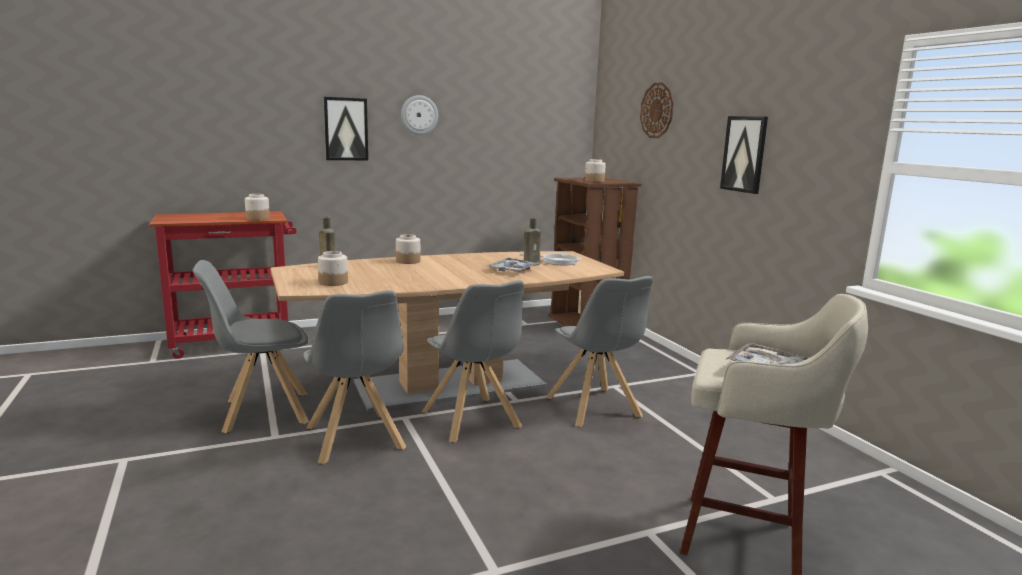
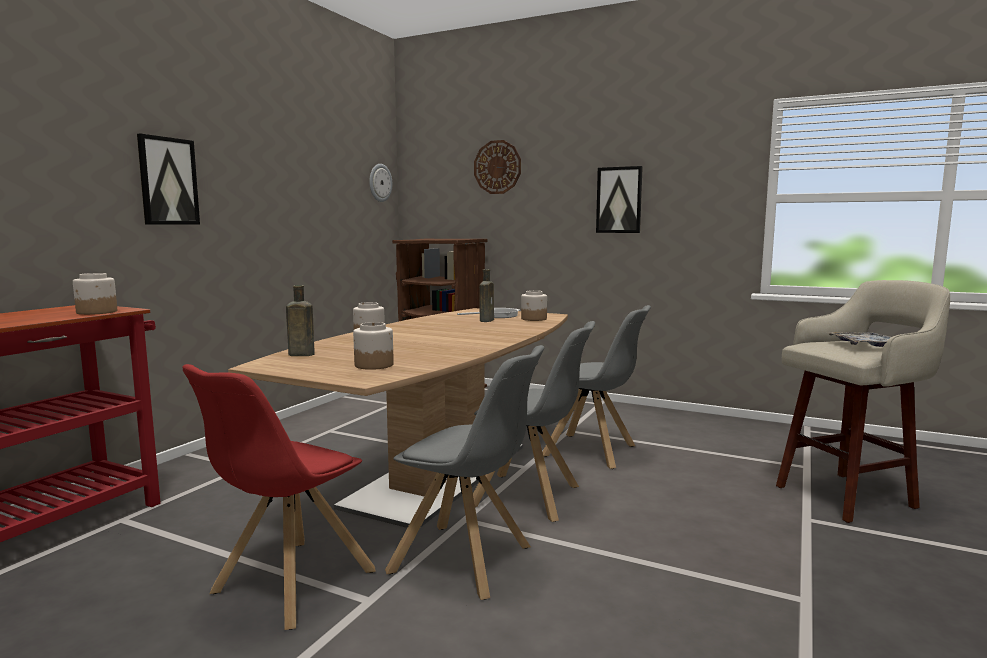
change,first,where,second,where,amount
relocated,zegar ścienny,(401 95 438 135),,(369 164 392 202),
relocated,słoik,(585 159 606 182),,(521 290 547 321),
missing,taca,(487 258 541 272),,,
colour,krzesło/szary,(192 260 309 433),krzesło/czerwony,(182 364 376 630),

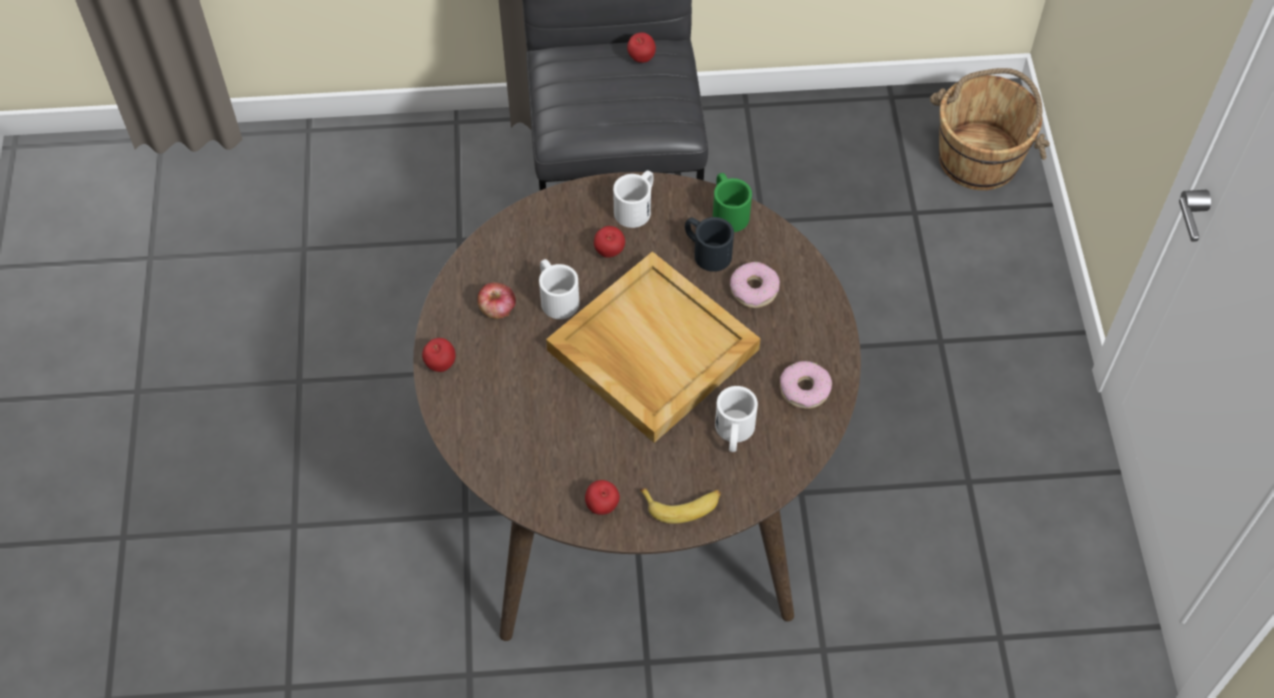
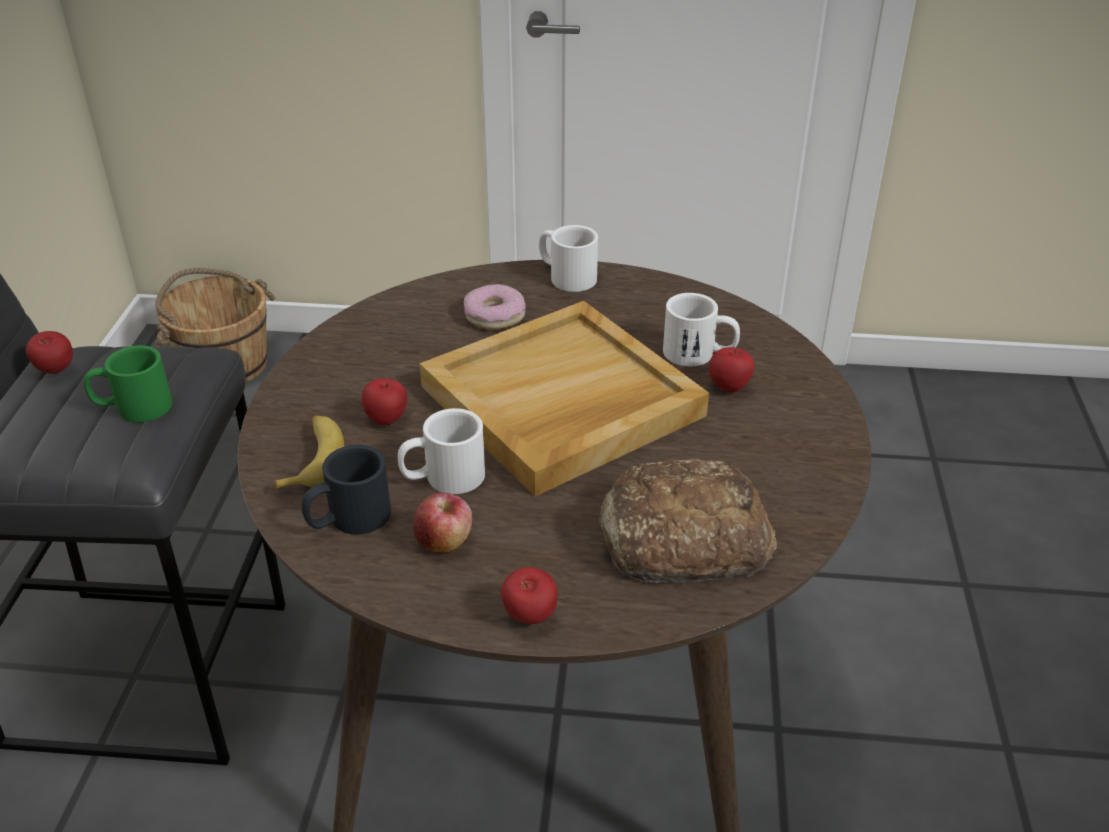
change,first,where,second,where,amount
relocated,kubek/biały,(613 170 653 228),,(539 225 598 292),
relocated,kubek/zielony,(713 173 752 232),,(84 345 172 422),
relocated,kubek/czarny,(685 217 734 272),,(301 445 391 534),
missing,donut,(780 361 832 409),,,
relocated,jabłko,(585 480 620 515),,(709 347 754 392),
relocated,banan,(640 488 721 524),,(273 415 344 490),
appeared,,,chleb,(599 459 777 583),

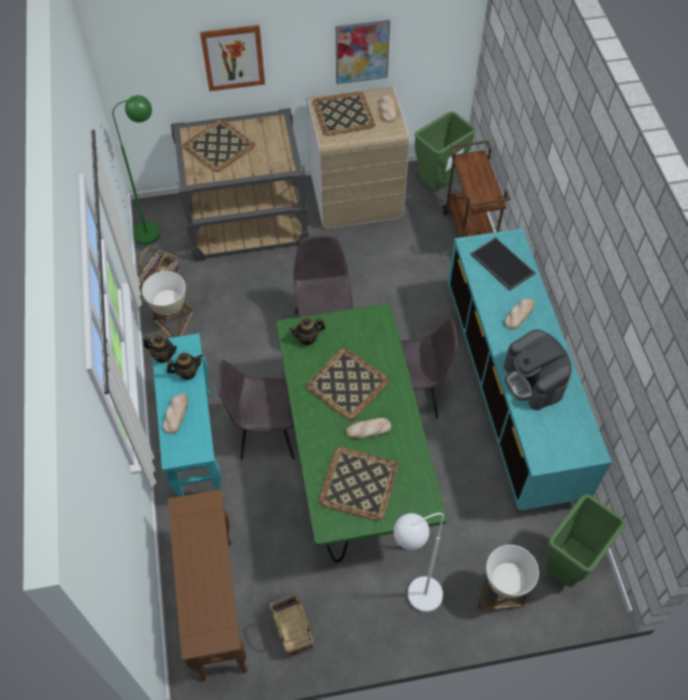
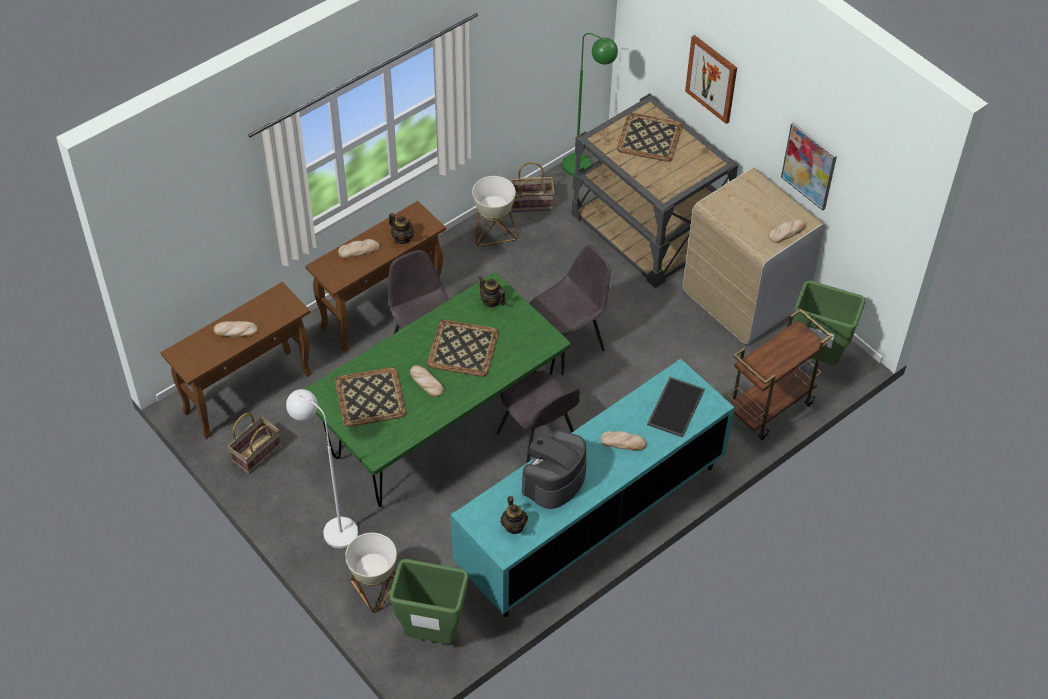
change,first,where,second,where,amount
missing,taca,(313 91 375 136),,,
colour,stolik konsolowy/turkusowy,(151 334 223 498),stolik konsolowy/brązowy,(305 201 446 352),
relocated,imbryk,(143 336 177 363),,(500 496 528 534),
appeared,,,chleb,(213 321 258 337),

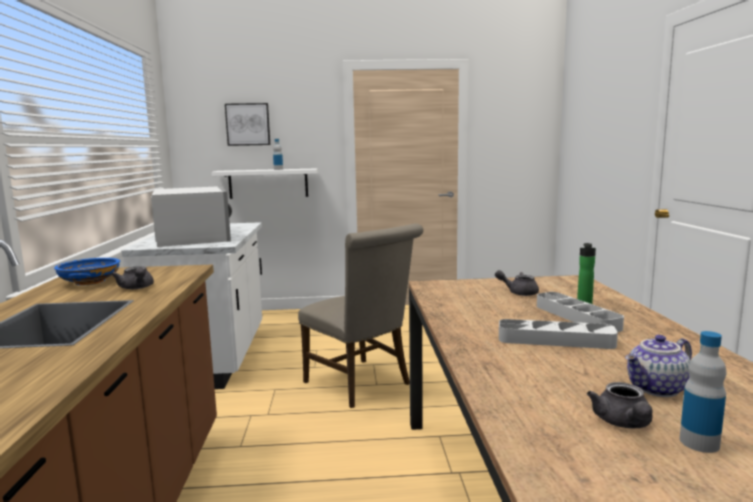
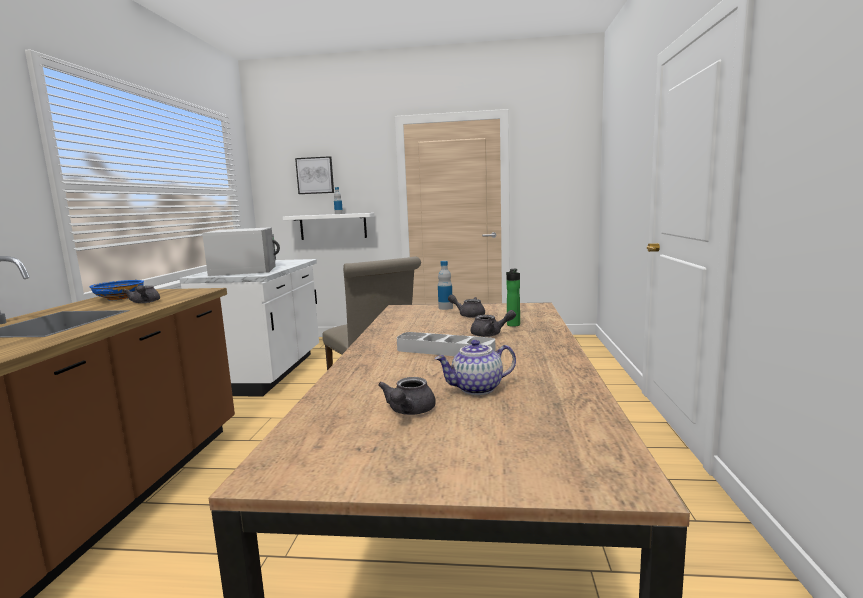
change,first,where,second,where,amount
exchanged,taca/szary,(537 292 624 332),imbryk/szary,(471 310 516 337),
relocated,butelka,(680 331 727 453),,(438 261 453 310),

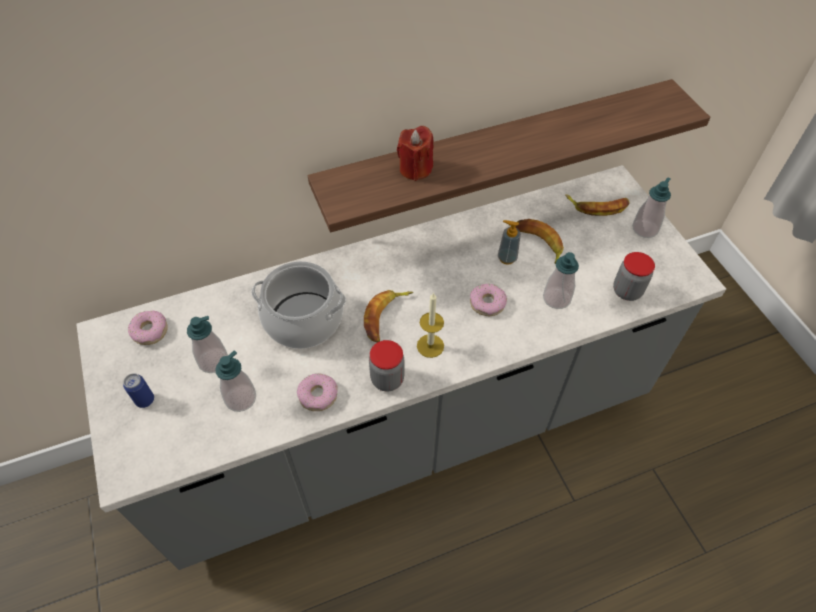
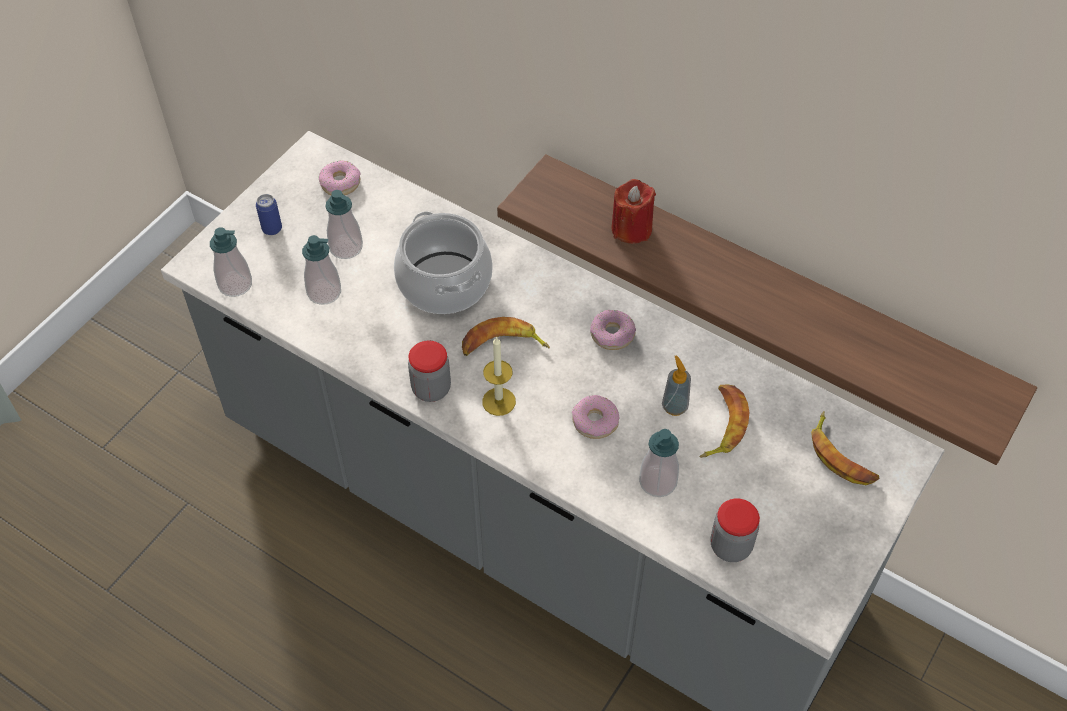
change,first,where,second,where,amount
relocated,dozownik mydła,(632 178 671 238),,(210 227 252 297),
relocated,donut,(297 373 338 411),,(590 310 636 350),

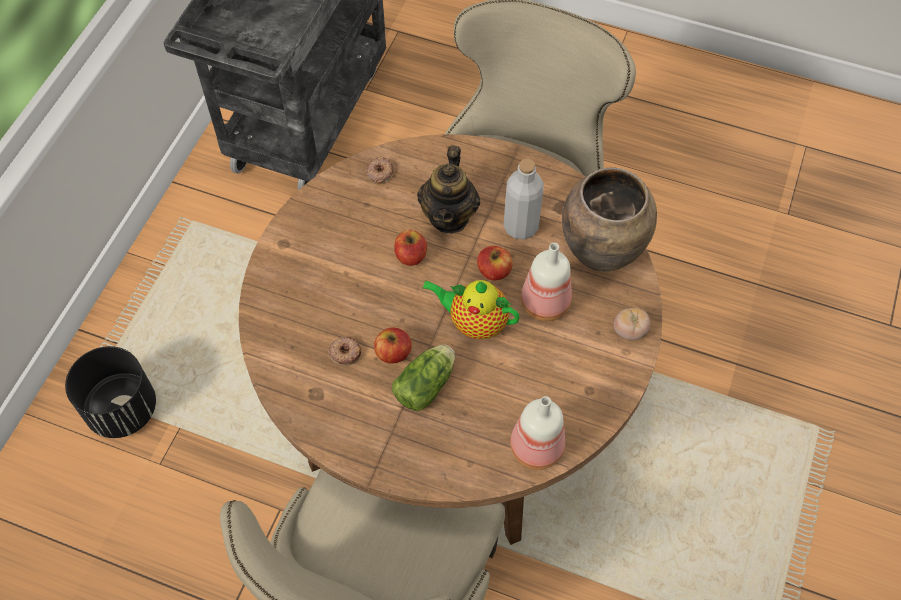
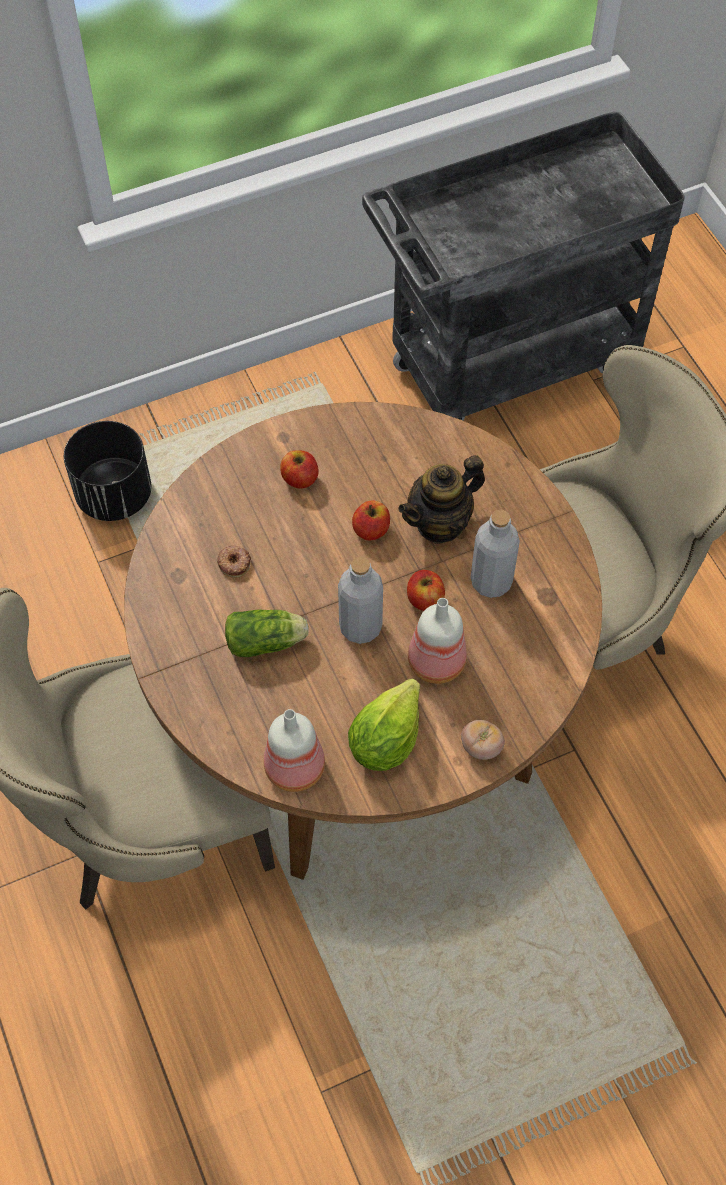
change,first,where,second,where,amount
missing,donut,(366 157 394 184),,,
missing,wazon/brązowy,(562 168 657 272),,,
exchanged,imbryk,(422 280 520 340),butelka/szary,(338 557 383 644),
relocated,jabłko,(374 327 412 363),,(280 450 319 489),
appeared,,,sałata,(348 679 420 771),

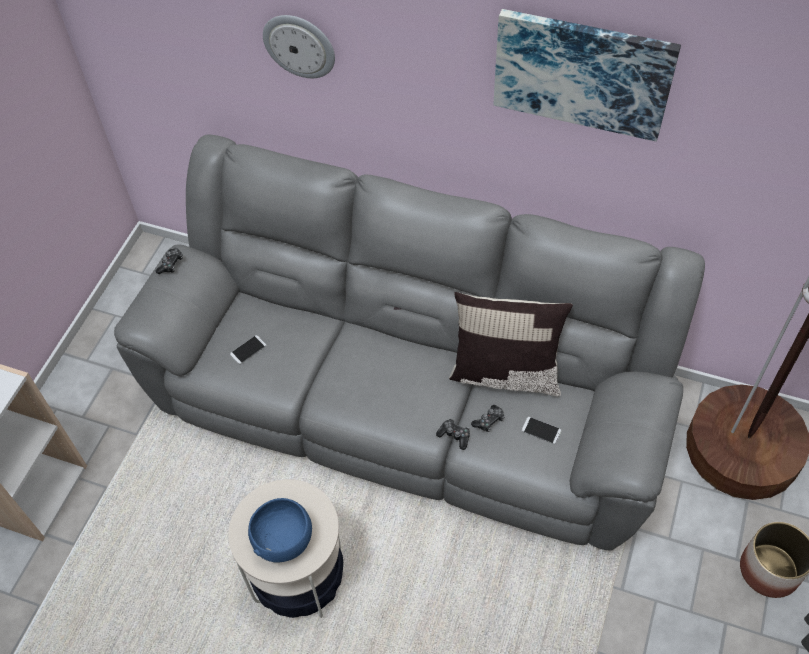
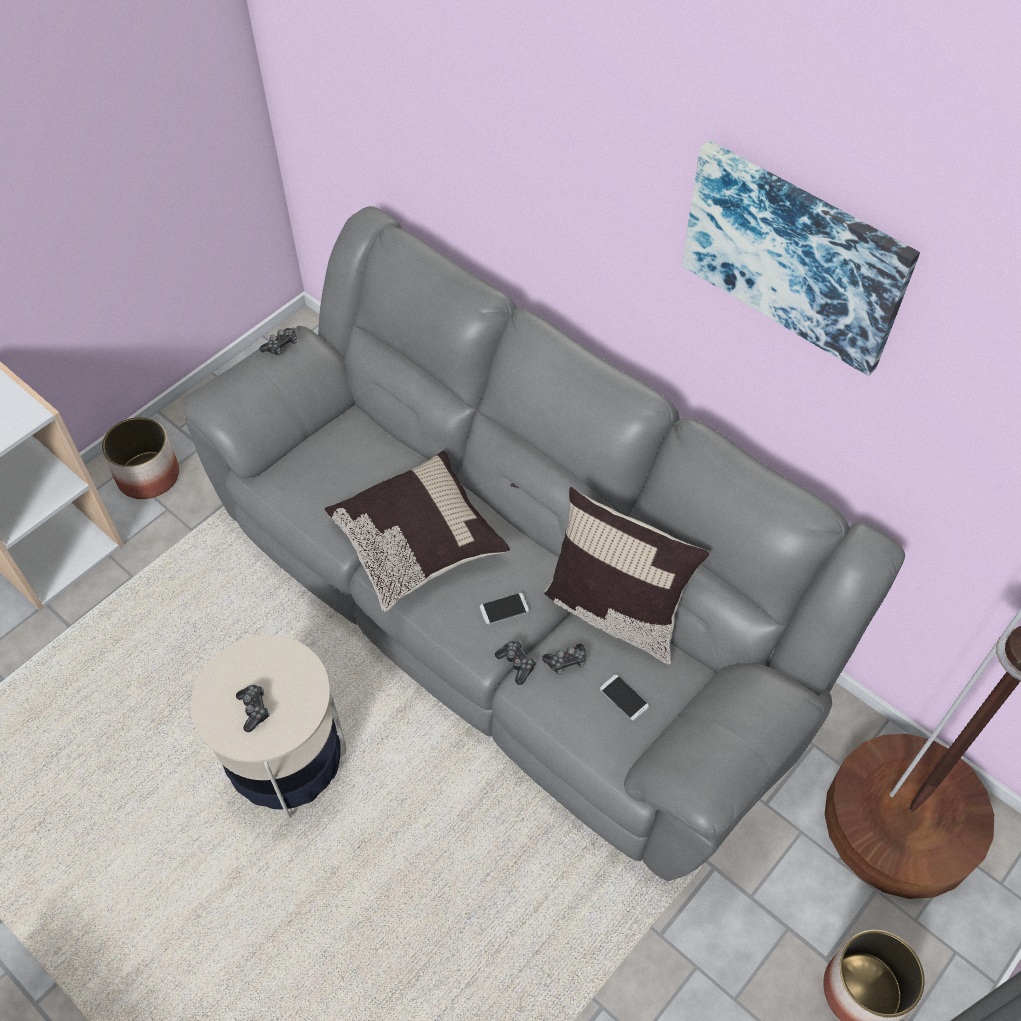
change,first,where,second,where,amount
missing,zegar ścienny,(263 15 335 78),,,
relocated,telefon,(230 335 267 364),,(480 593 529 624),
exchanged,miska/niebieski,(248 498 312 563),pad do gier,(236 685 269 732),
appeared,,,donica,(102 417 179 499),
appeared,,,poduszka,(325 450 510 612),

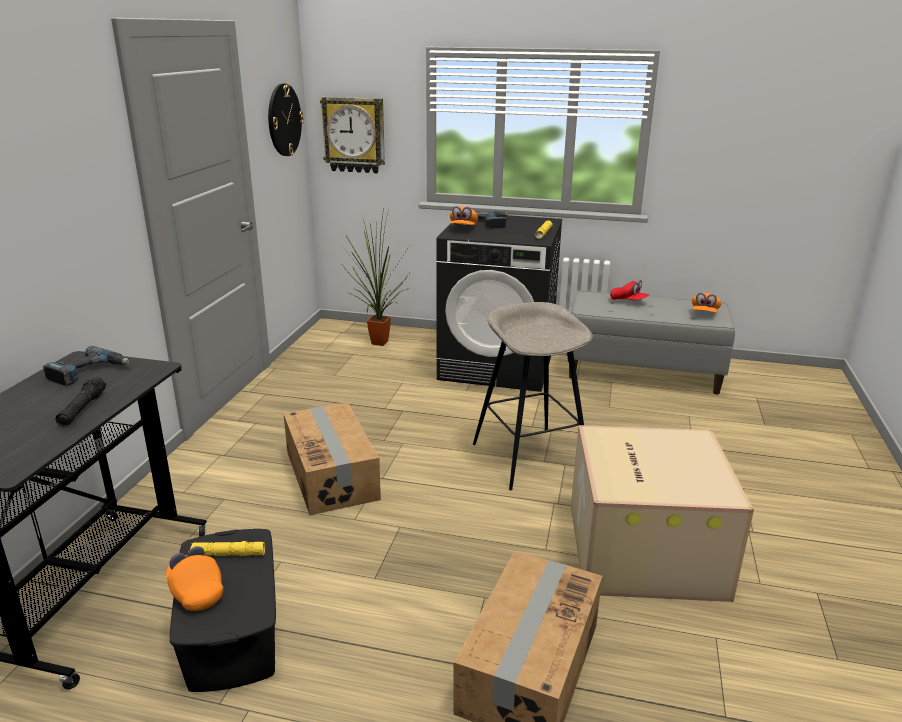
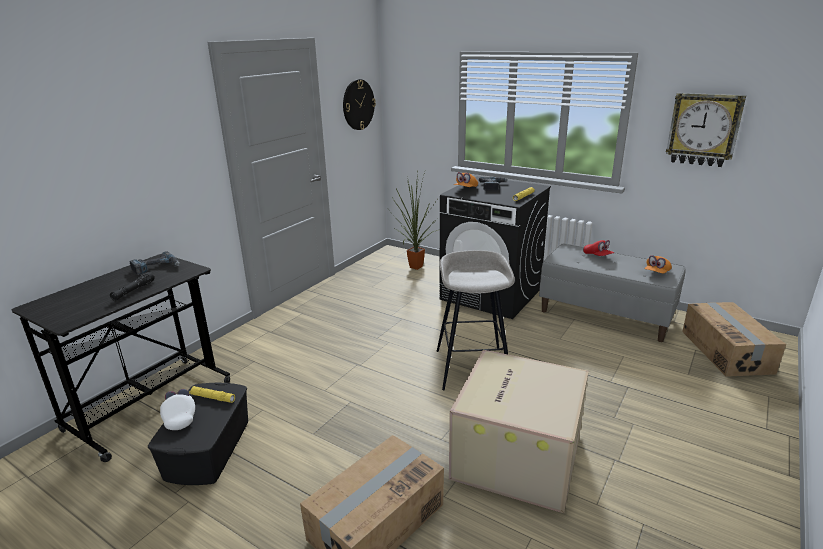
change,first,where,second,where,amount
relocated,zegar ścienny,(320 97 385 173),,(666 93 746 167),
relocated,karton,(283 403 381 515),,(682 302 786 377),
colour,czapka z daszkiem/pomarańczowy,(166 546 224 611),czapka z daszkiem/biały,(160 389 195 430),

